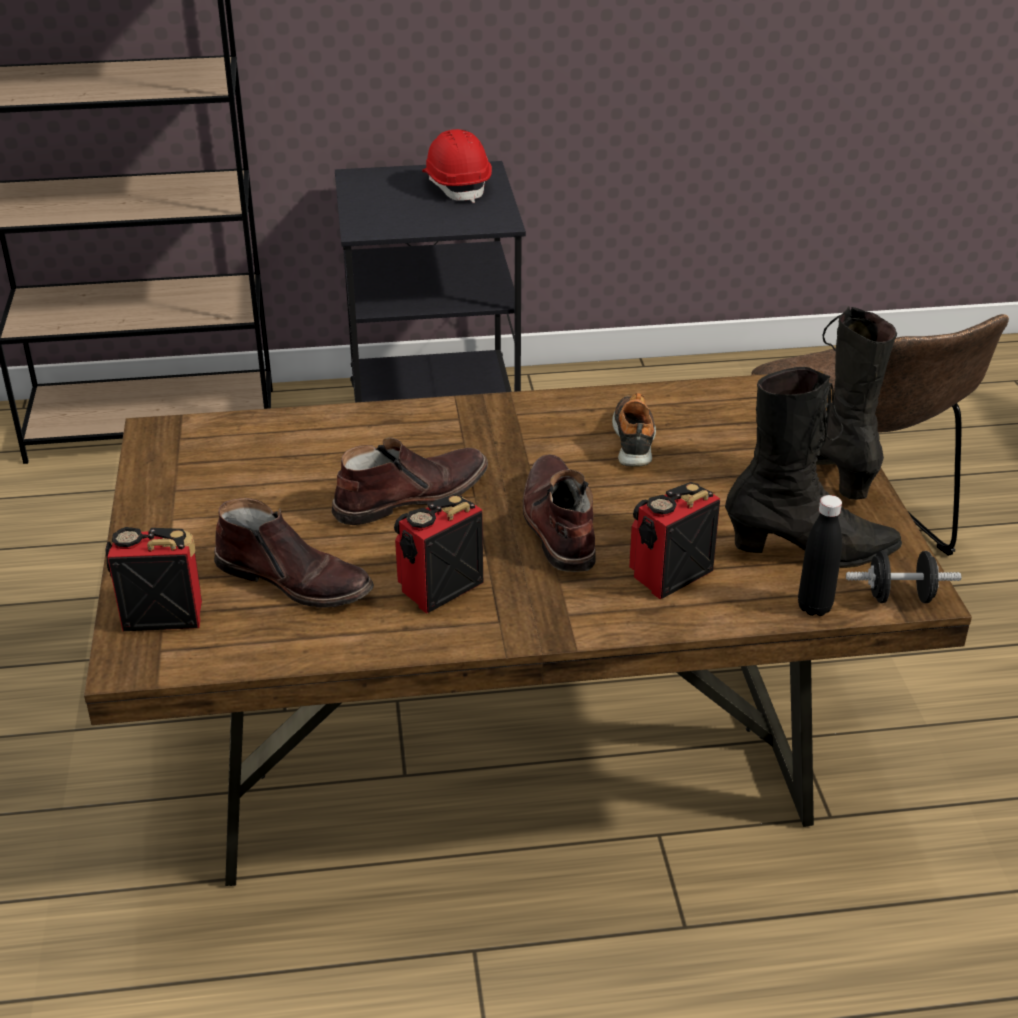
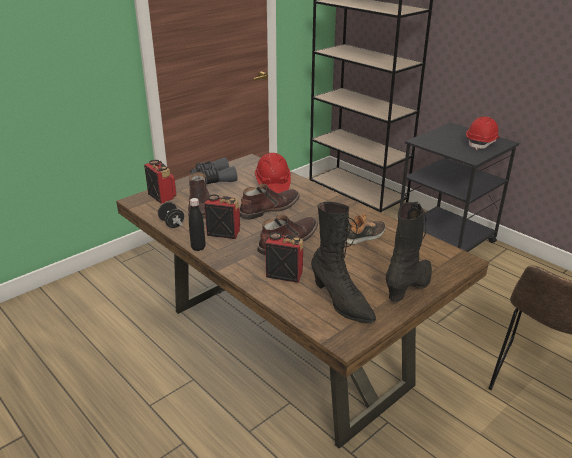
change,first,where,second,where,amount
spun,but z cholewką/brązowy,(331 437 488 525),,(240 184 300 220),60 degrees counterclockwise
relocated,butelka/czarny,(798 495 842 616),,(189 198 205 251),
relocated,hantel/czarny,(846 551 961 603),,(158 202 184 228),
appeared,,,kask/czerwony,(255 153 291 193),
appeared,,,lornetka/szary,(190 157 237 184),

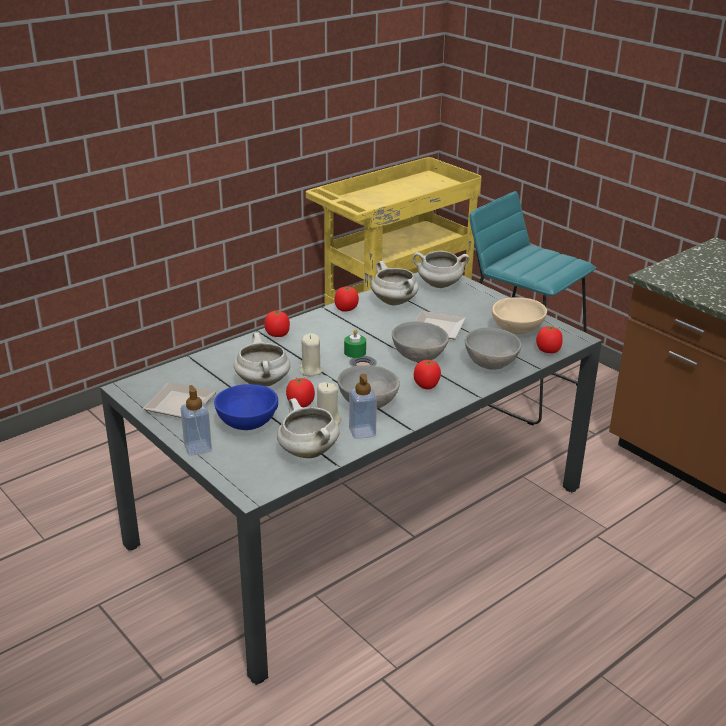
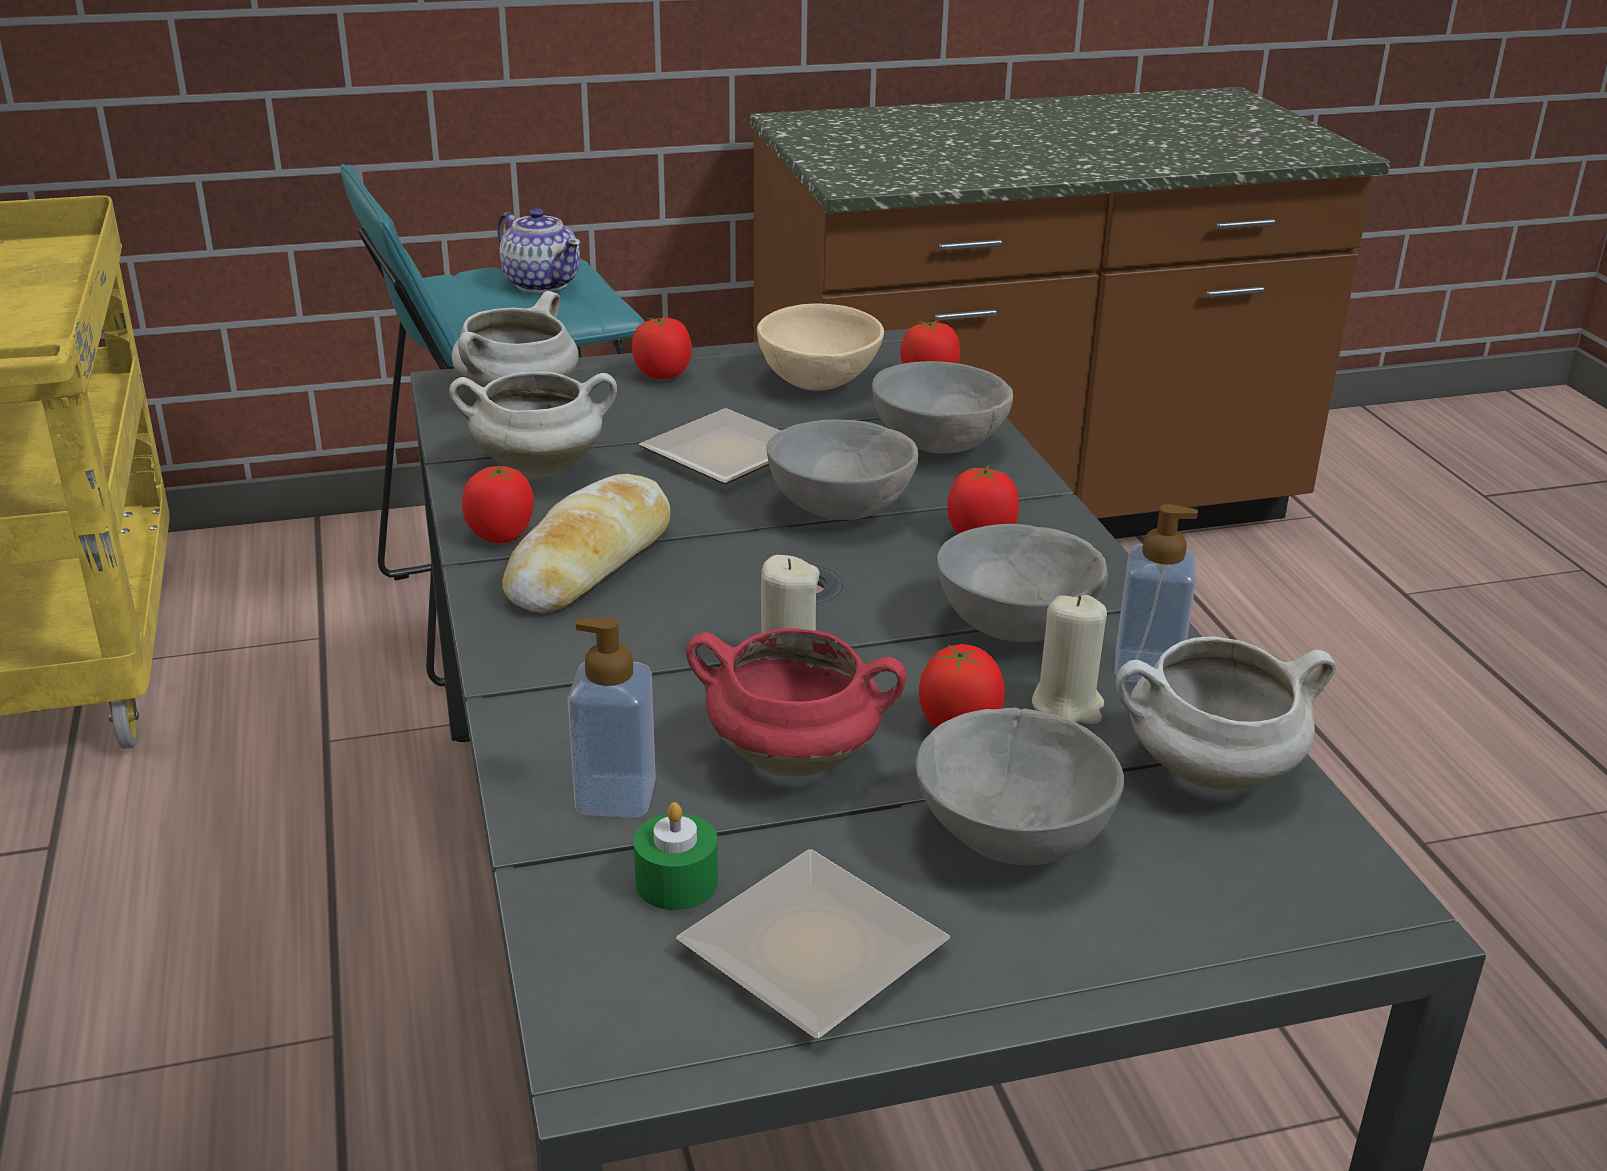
change,first,where,second,where,amount
relocated,pomidor,(264 310 290 337),,(632 315 692 379),
relocated,świeca/zielony,(344 329 366 358),,(634 802 718 910),
colour,garnek/biały,(234 333 290 387),garnek/czerwony,(686 628 907 777),
colour,miska/niebieski,(214 384 278 430),miska/szary,(916 708 1124 865),
relocated,dozownik mydła,(181 385 212 455),,(568 617 656 818),
appeared,,,imbryk,(497 208 581 293),
appeared,,,chleb,(502 474 670 613),

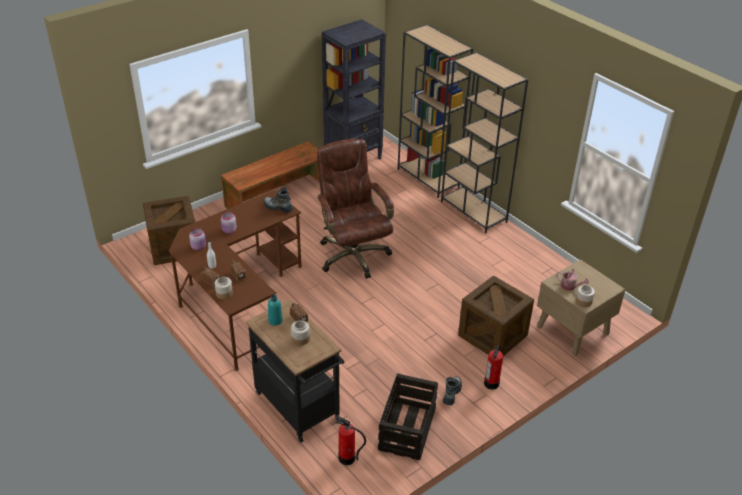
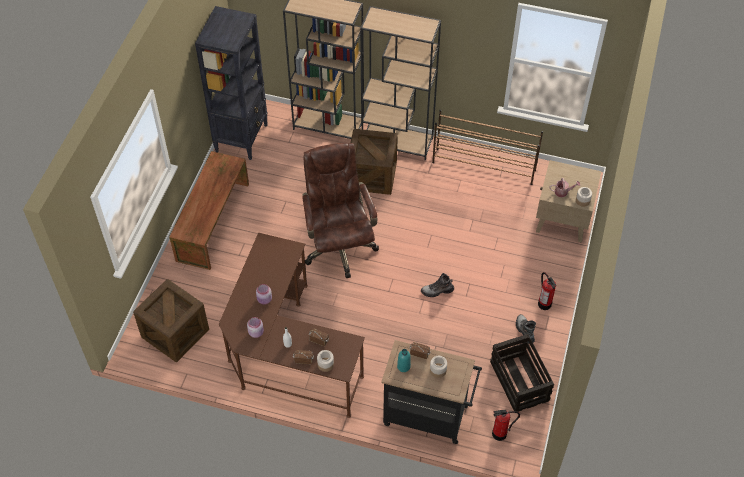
change,first,where,second,where,amount
spun,krzesło biurowe/brązowy,(317 139 394 279),,(302 143 379 278),45 degrees clockwise
relocated,but z cholewką,(263 188 293 212),,(421 273 454 297),
relocated,skrzynka,(458 276 534 356),,(351 129 398 195),
appeared,,,regał na buty/brązowy,(432 109 543 185),

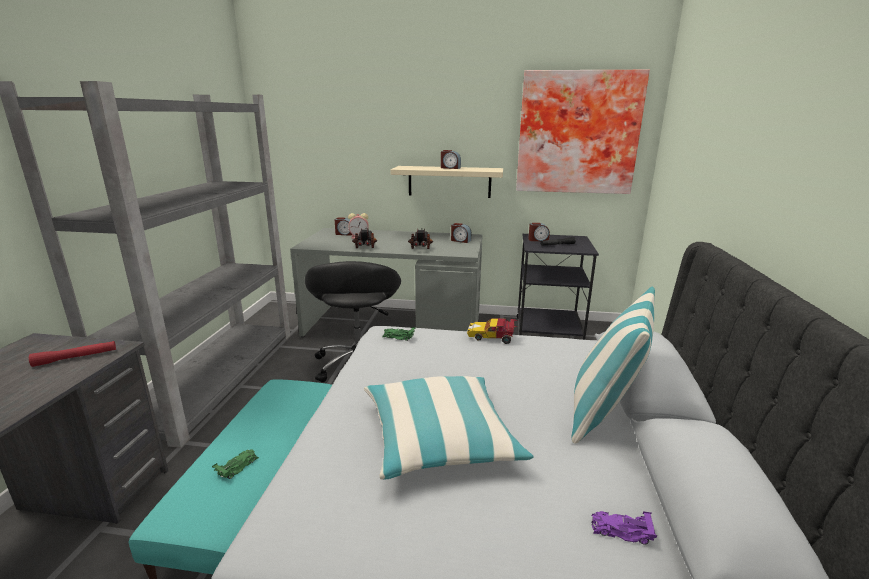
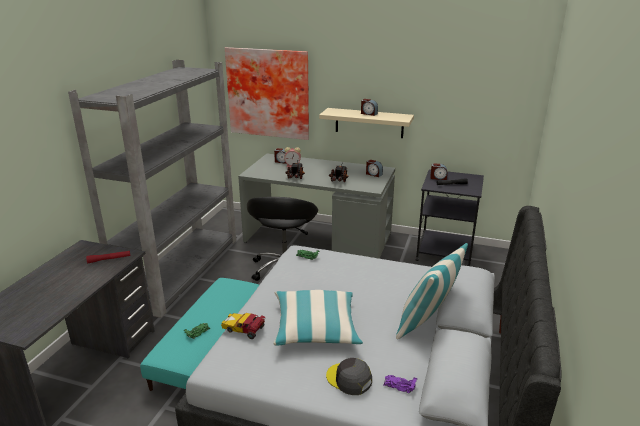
change,first,where,second,where,amount
relocated,obraz,(516 70 650 194),,(225 47 309 140),
relocated,samochodzik,(467 318 518 344),,(221 313 265 339),
appeared,,,czapka z daszkiem/szary,(326 358 372 395),

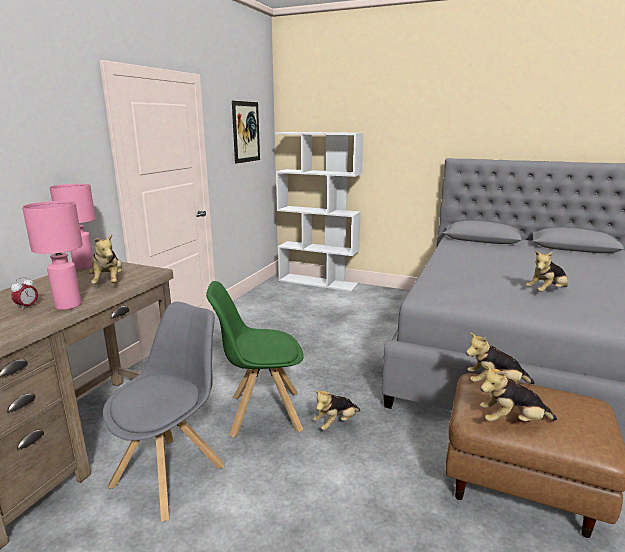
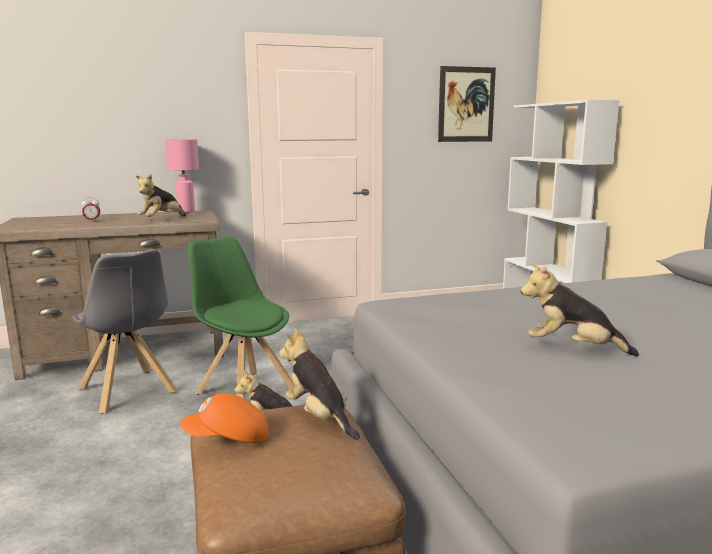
change,first,where,second,where,amount
missing,lampa stołowa/różowy,(22 201 83 310),,,
spun,krzesło/szary,(103 302 225 522),,(72 249 178 414),60 degrees clockwise
exchanged,pluszak,(480 364 557 421),czapka z daszkiem/pomarańczowy,(180 393 269 443),

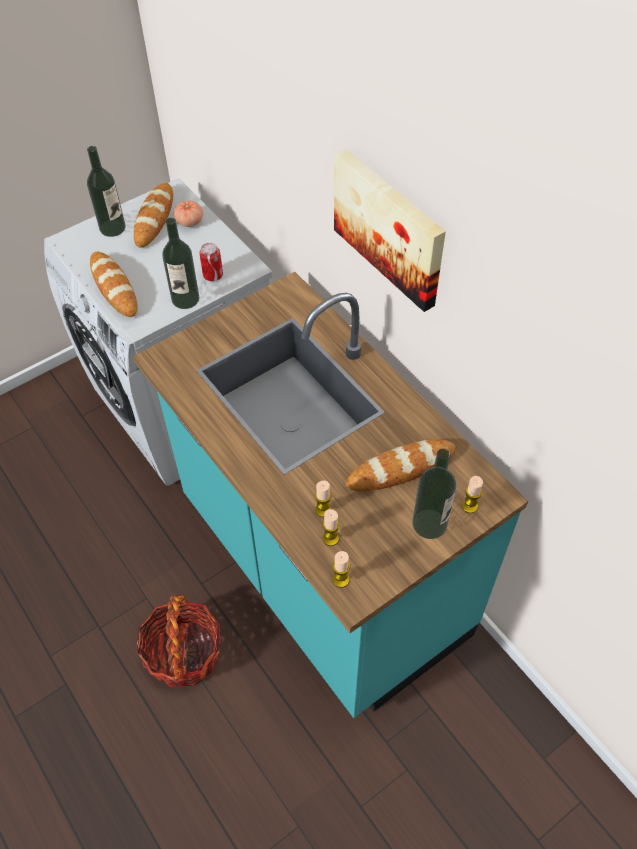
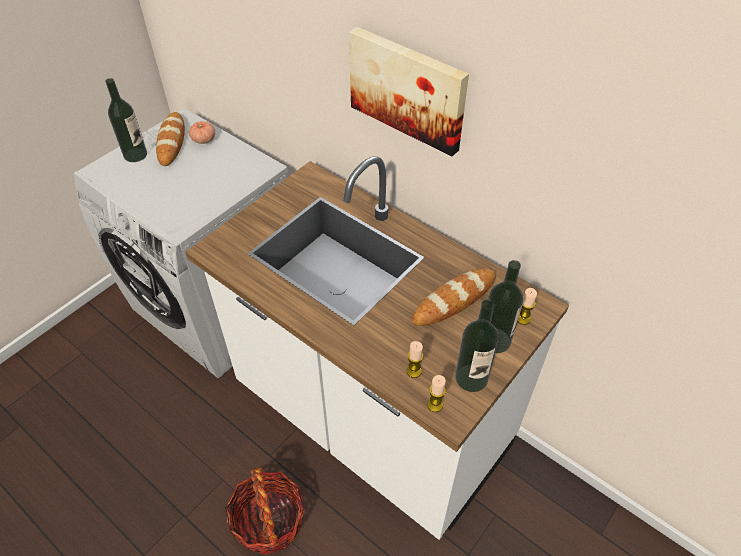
change,first,where,second,where,amount
relocated,butelka,(162 218 199 309),,(455 299 499 392),
missing,puszka,(200 243 223 281),,,
missing,chleb,(90 252 137 317),,,
colour,zabudowa kuchenna/turkusowy,(133 272 528 718),zabudowa kuchenna/biały,(185 156 569 540),
missing,świeca,(315 481 332 517),,,

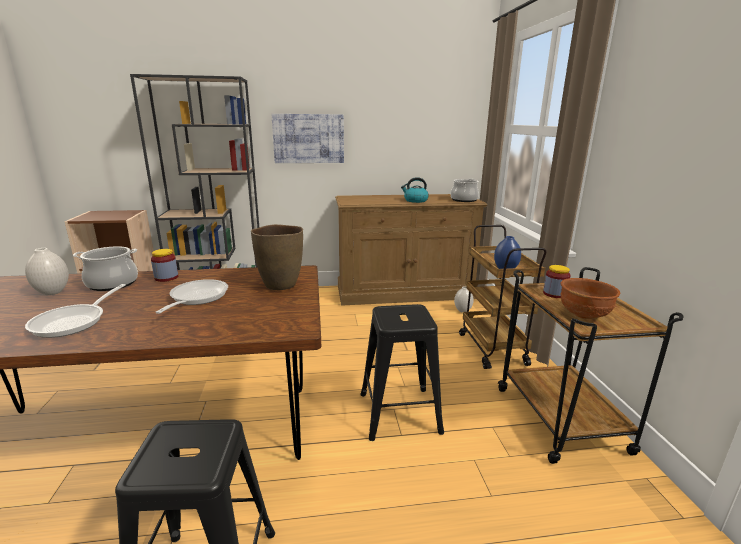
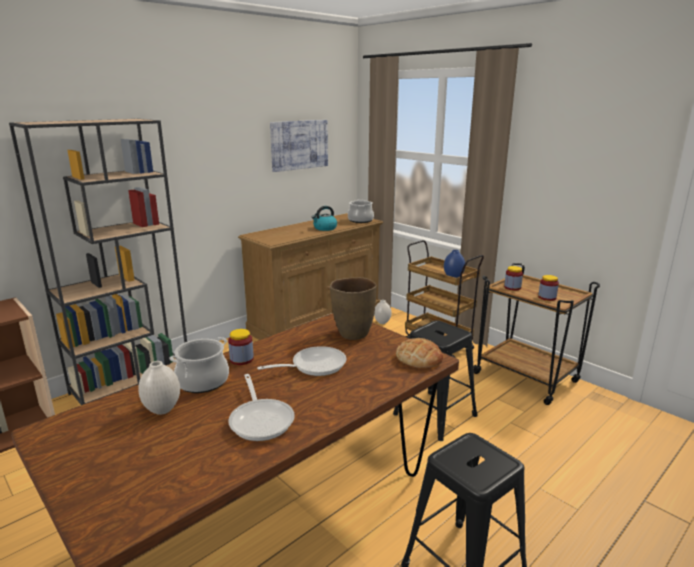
change,first,where,second,where,amount
relocated,obraz,(271 114 344 163),,(270 120 328 172),
exchanged,miska/brązowy,(561 278 620 319),słoik,(538 275 559 301),
spun,patelnia,(155 279 228 314),,(257 346 346 376),90 degrees clockwise
appeared,,,chleb,(396 338 443 368),

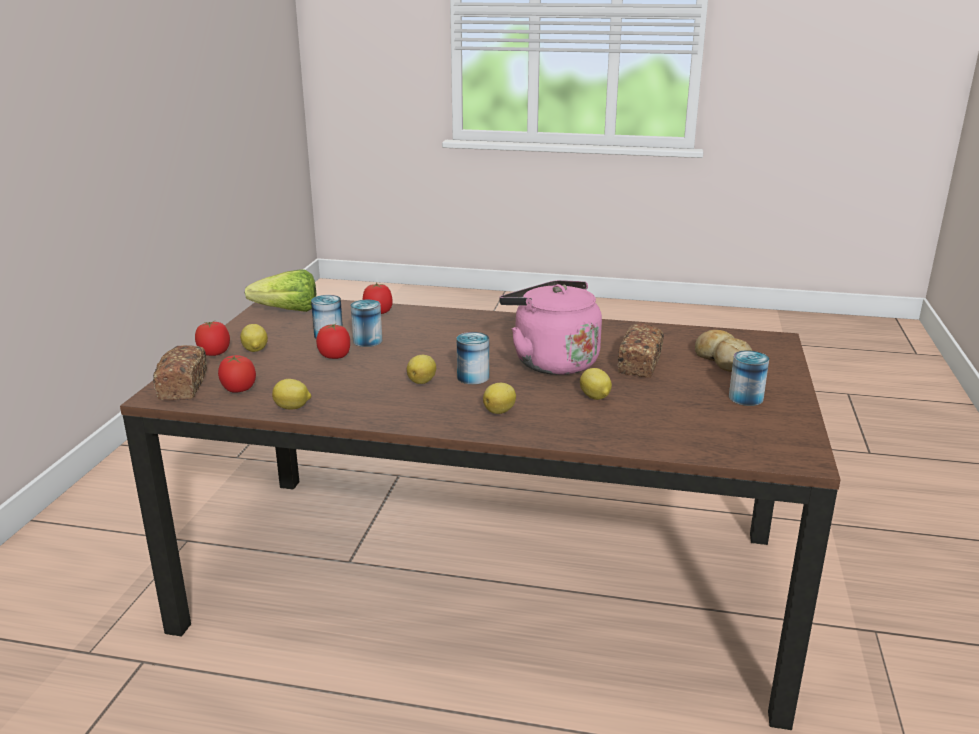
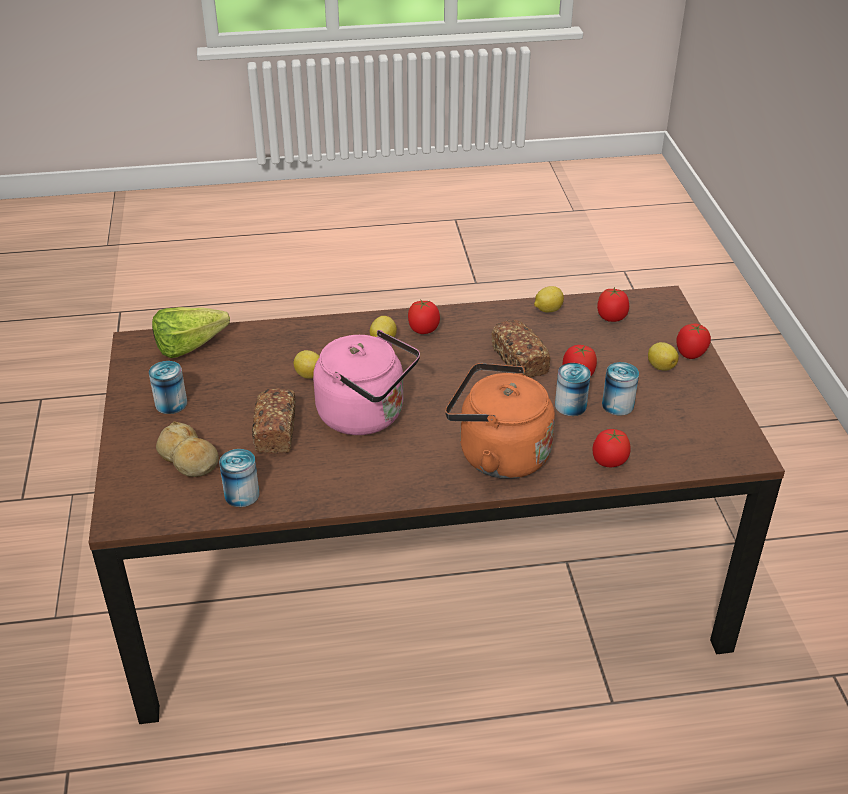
change,first,where,second,where,amount
relocated,sałata,(245 270 316 312),,(152 307 230 358),
relocated,puszka,(457 332 489 384),,(219 449 260 507),
relocated,chleb,(153 345 207 400),,(491 320 551 378),
missing,cytryna,(407 355 436 384),,,
appeared,,,pomidor,(408 299 440 334),
appeared,,,czajnik/pomarańczowy,(445 363 555 479),

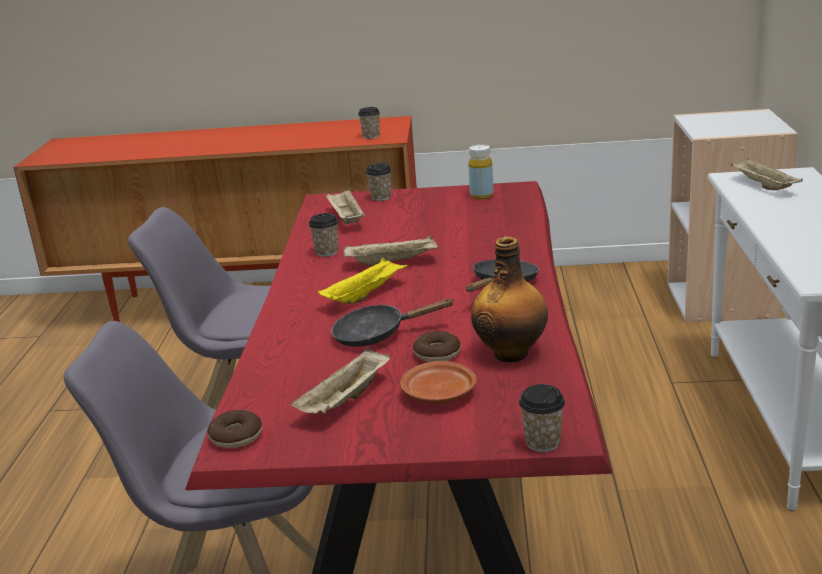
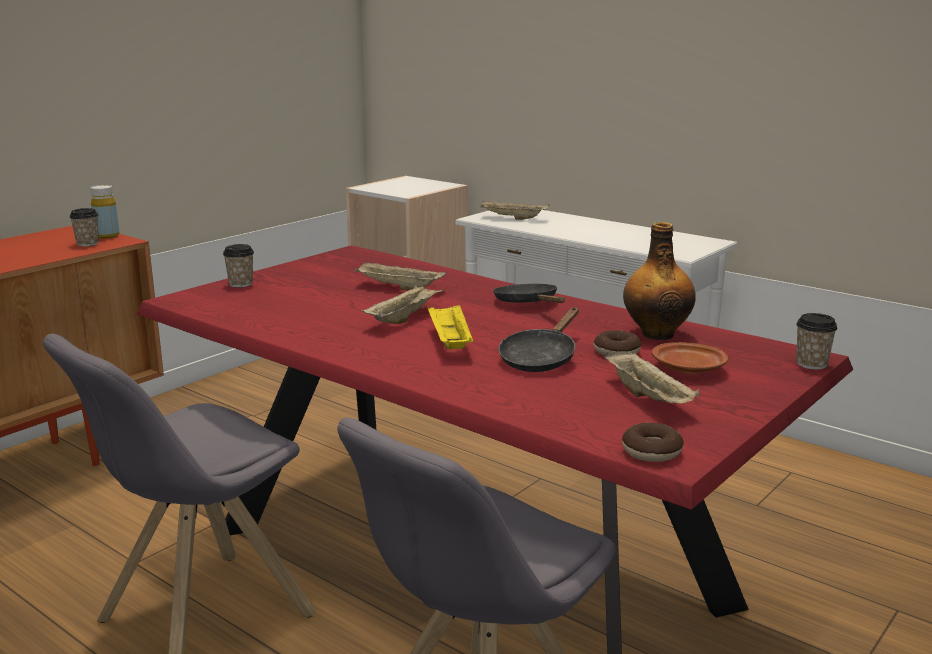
change,first,where,second,where,amount
relocated,butelka/żółty,(468 144 494 199),,(90 185 120 239),
relocated,taca/beżowy,(325 189 365 224),,(355 262 447 291),
missing,filiżanka,(309 213 338 257),,,

